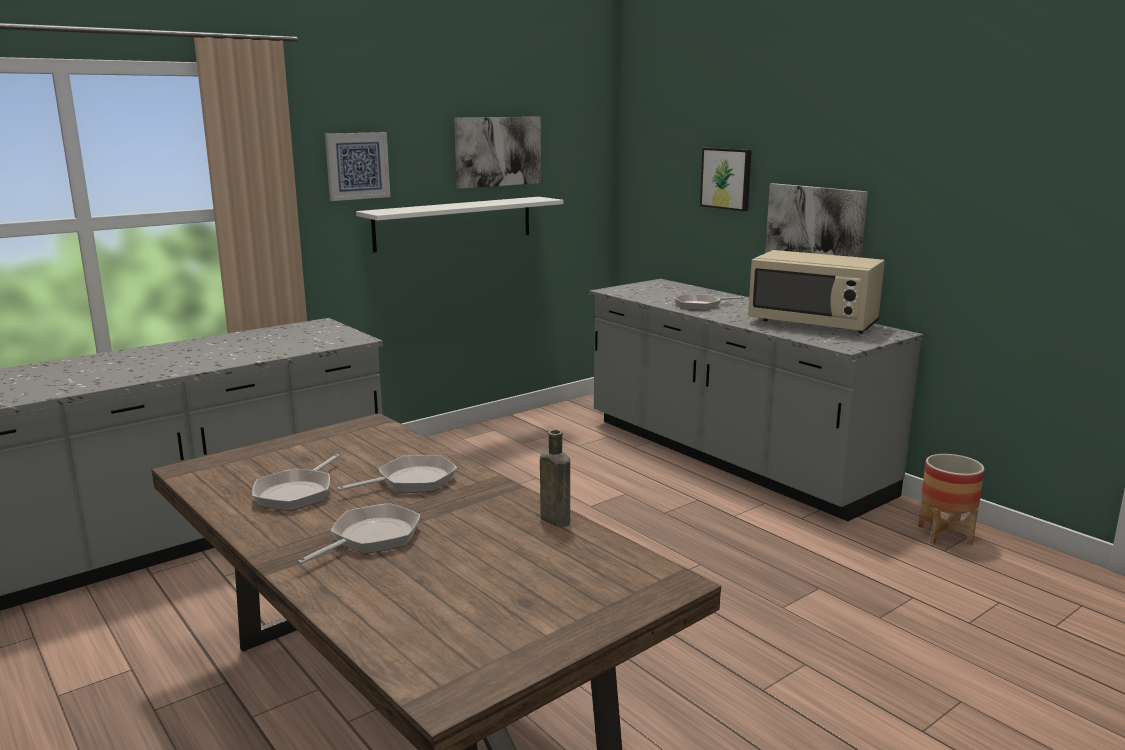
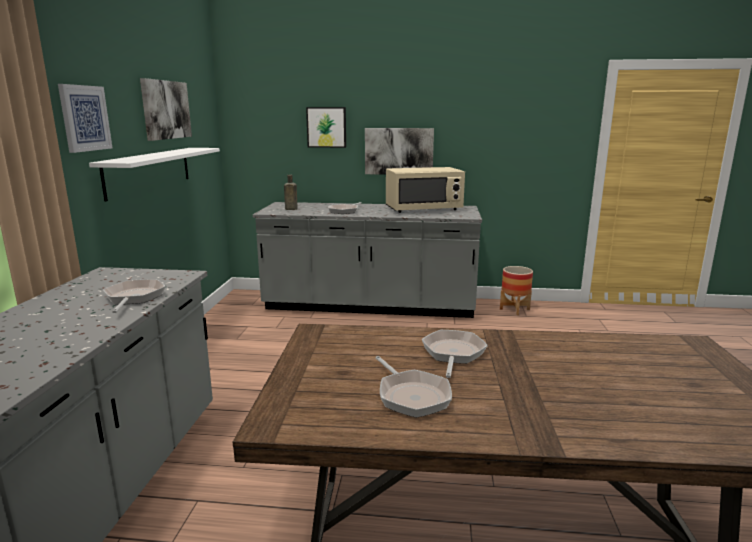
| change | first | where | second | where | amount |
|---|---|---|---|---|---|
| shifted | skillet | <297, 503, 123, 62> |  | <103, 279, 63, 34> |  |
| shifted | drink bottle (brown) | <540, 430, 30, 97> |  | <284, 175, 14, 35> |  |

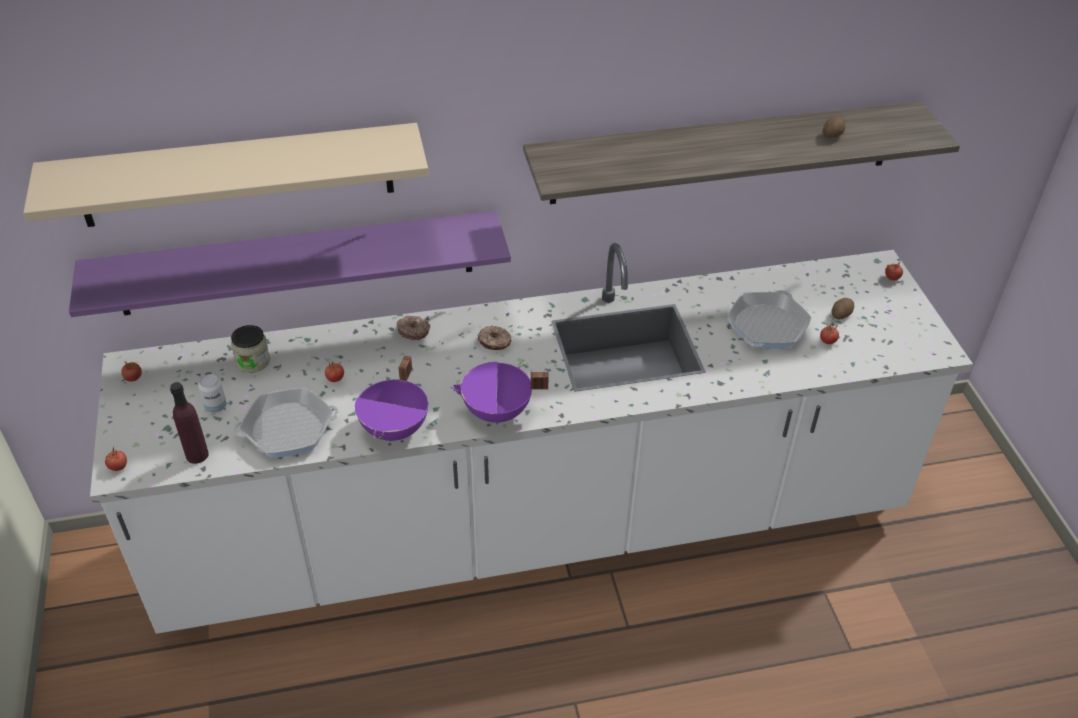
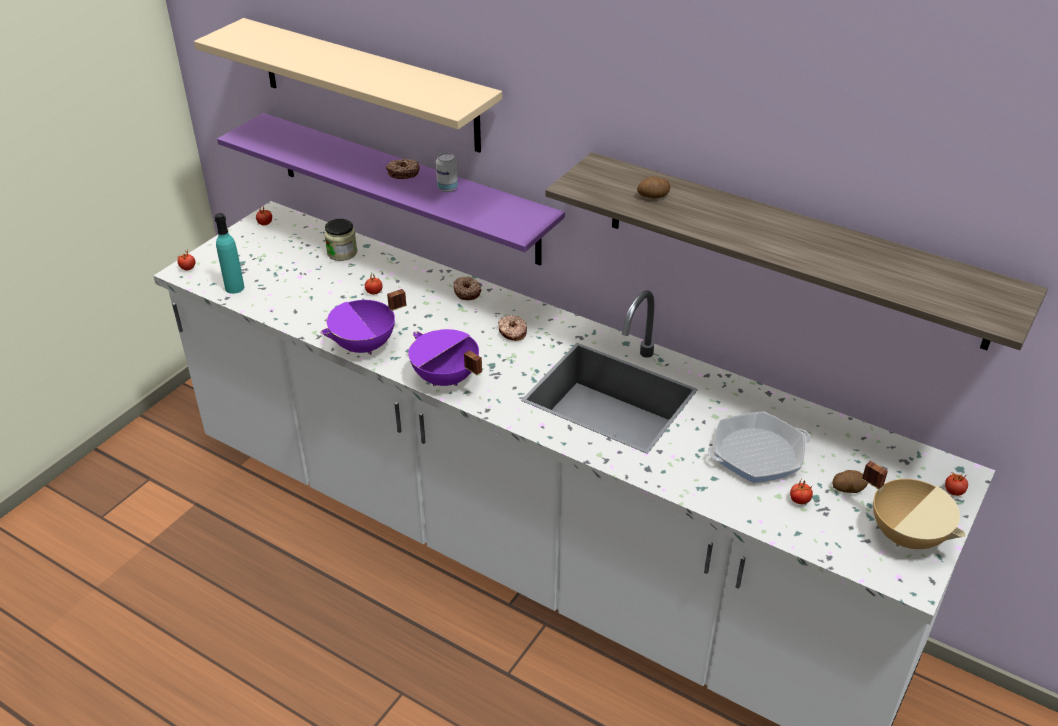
| change | first | where | second | where | amount |
|---|---|---|---|---|---|
| gone | skillet | <233, 387, 106, 71> |  |  |  |
| new |  |  | ring doughnut | <386, 158, 34, 21> |  |
| new |  |  | stockpot (beige-coloured) | <862, 461, 103, 88> |  |
| shifted | can | <198, 374, 29, 39> |  | <436, 153, 22, 39> |  |
| shifted | whole potato | <823, 116, 22, 22> |  | <637, 176, 33, 23> |  |
| repainted | drink bottle (purple) | <170, 382, 39, 82> | drink bottle (turquoise-coloured) | <215, 213, 29, 81> |  |

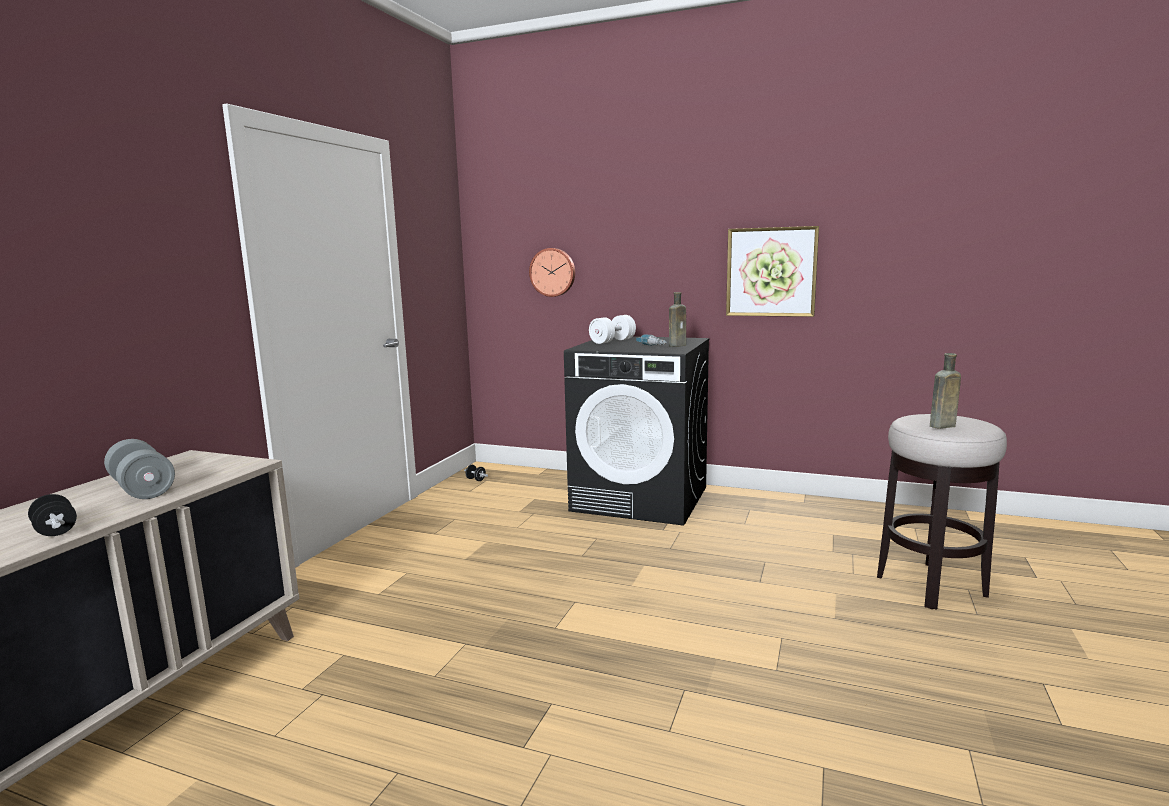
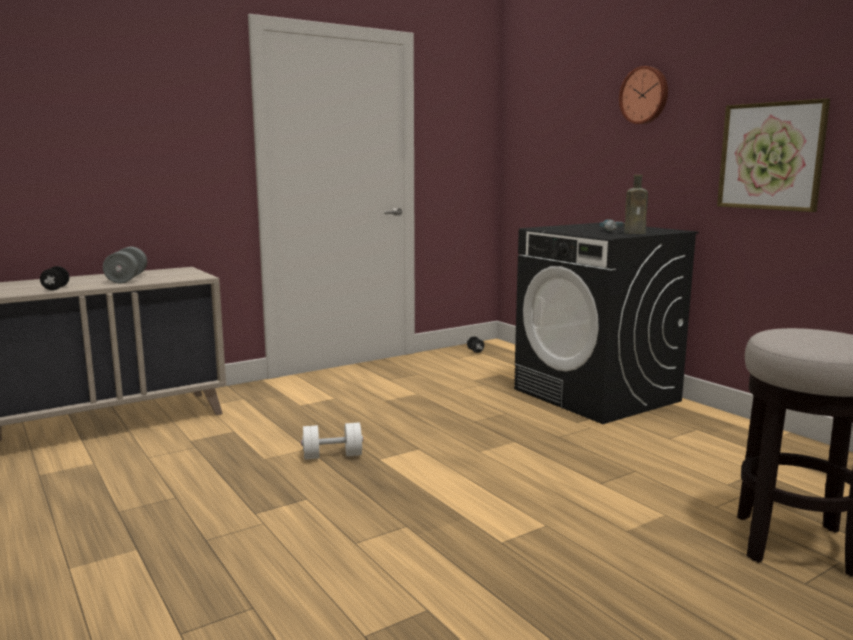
| change | first | where | second | where | amount |
|---|---|---|---|---|---|
| gone | drink bottle (brown) | <930, 353, 31, 76> |  |  |  |
| shifted | clock on the wall | <529, 248, 46, 49> |  | <619, 66, 49, 58> |  |
| shifted | hand weight (white-coloured) | <589, 315, 47, 29> |  | <301, 423, 62, 37> |  |

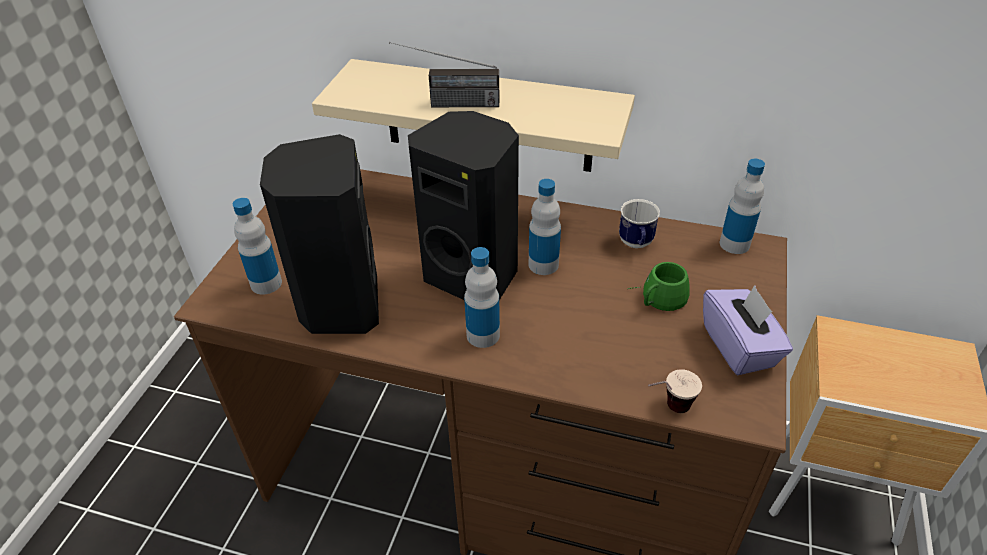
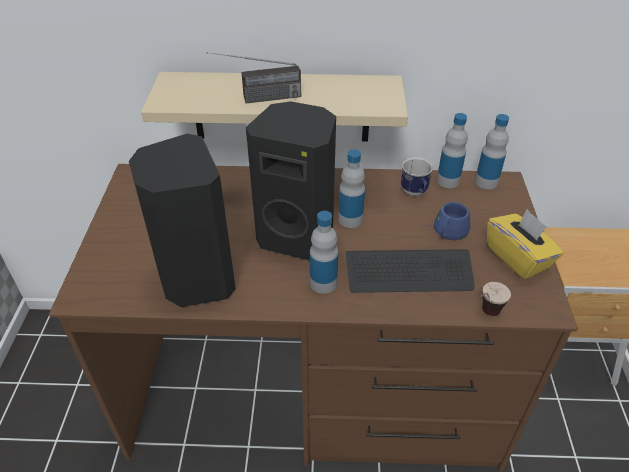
| change | first | where | second | where | amount |
|---|---|---|---|---|---|
| new |  |  | PC keyboard | <346, 249, 129, 44> |  |
| shifted | drink bottle | <233, 198, 49, 97> |  | <437, 113, 31, 75> |  |
| repainted | coffee mug (greenish) | <627, 262, 63, 49> | coffee mug (bluish) | <421, 202, 49, 38> |  |
| repainted | tissue box (purple) | <703, 285, 90, 90> | tissue box (yellow-coloured) | <487, 209, 76, 70> |  |

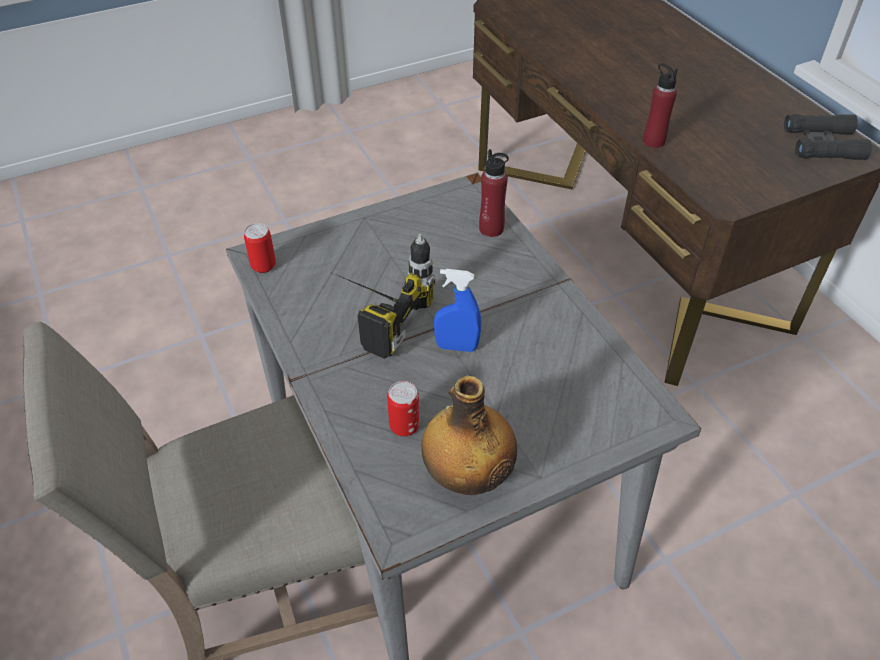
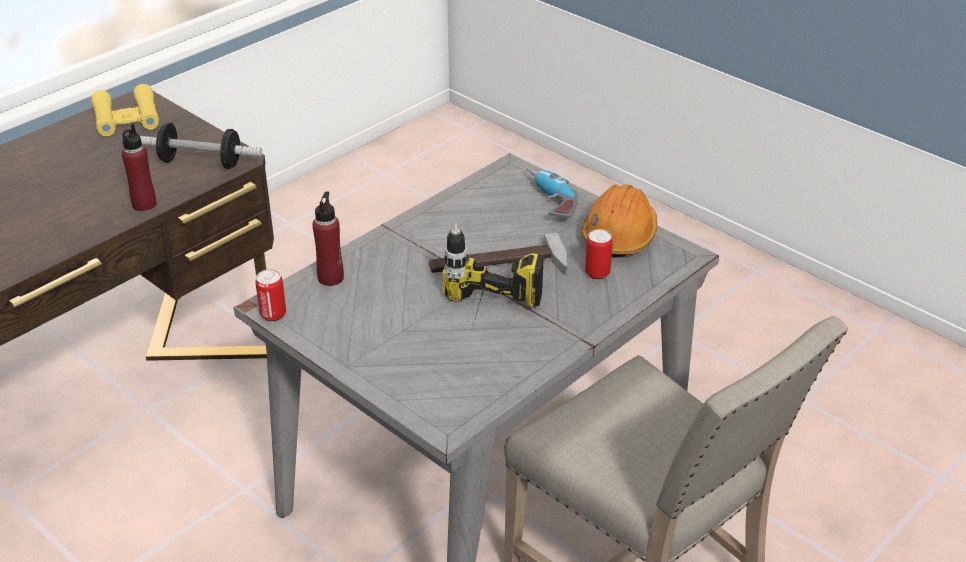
| change | first | where | second | where | amount |
|---|---|---|---|---|---|
| new |  |  | hand weight | <140, 123, 122, 46> |  |
| new |  |  | electric drill | <526, 167, 52, 51> |  |
| shifted | can | <244, 223, 32, 50> |  | <255, 269, 31, 52> |  |
| swapped | drink bottle | <421, 376, 96, 119> | work helmet (orangey) | <582, 184, 76, 73> |  |
| swapped | hand sprayer (bluish) | <434, 269, 47, 83> | hammer | <429, 232, 138, 43> |  |
| repainted | binoculars (black-coloured) | <784, 114, 88, 46> | binoculars (yellow-coloured) | <91, 84, 68, 52> |  |

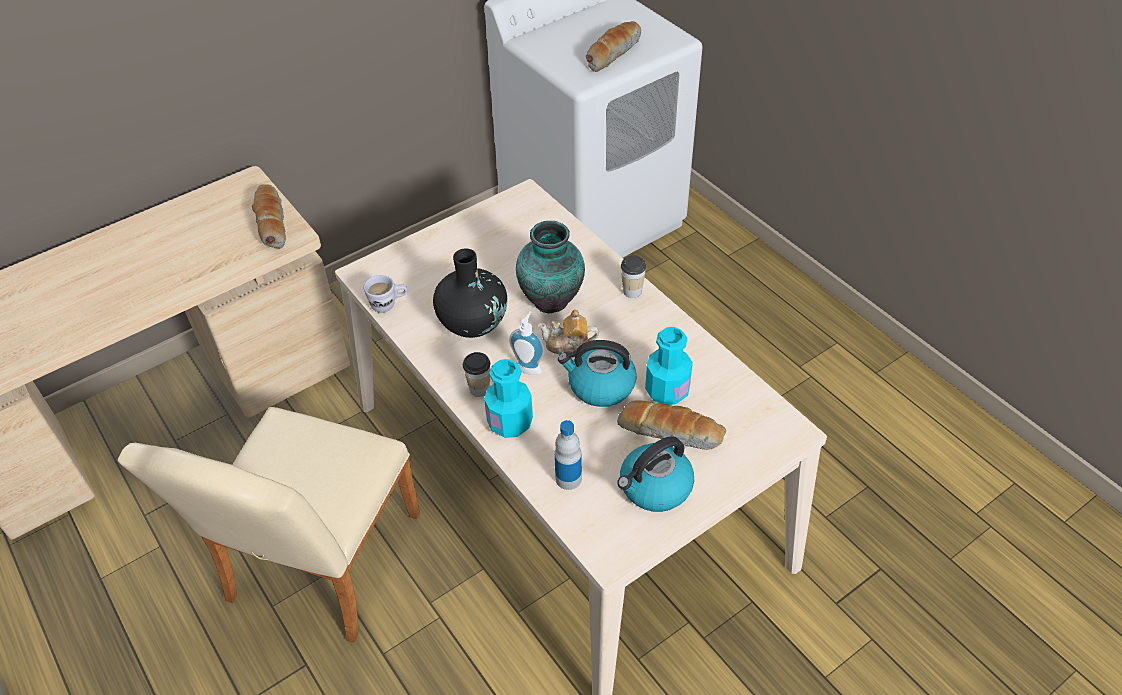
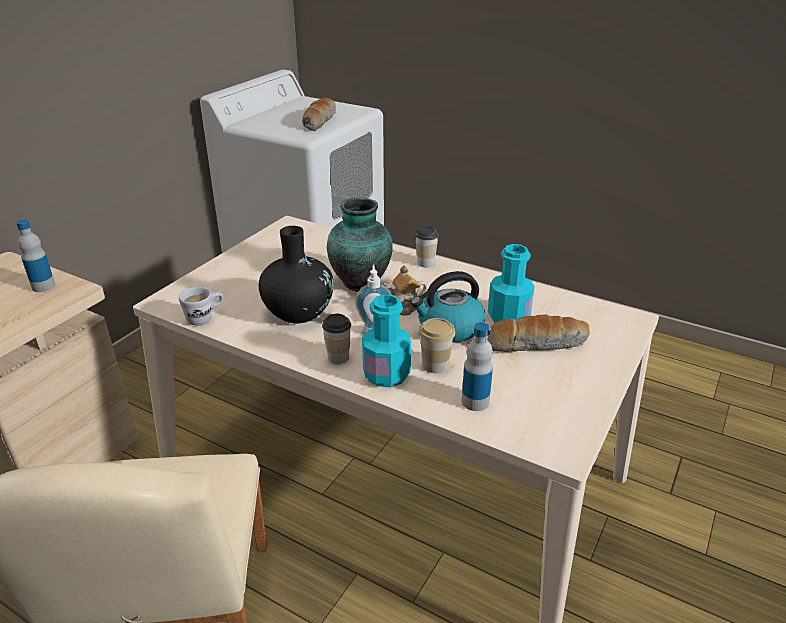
| change | first | where | second | where | amount |
|---|---|---|---|---|---|
| gone | water kettle | <617, 436, 77, 76> |  |  |  |
| new |  |  | cup | <419, 318, 36, 55> |  |
| swapped | bakery bread | <252, 184, 34, 65> | drink bottle | <16, 219, 39, 73> |  |

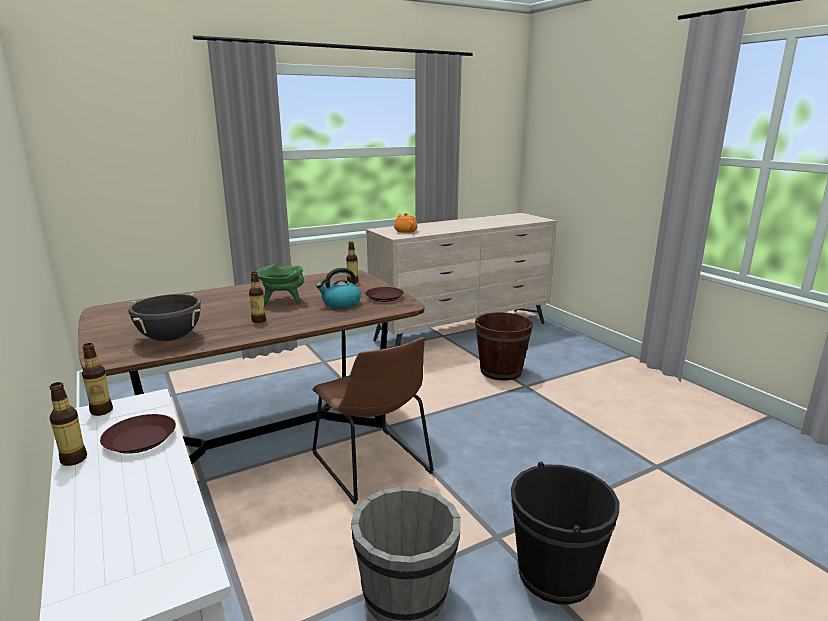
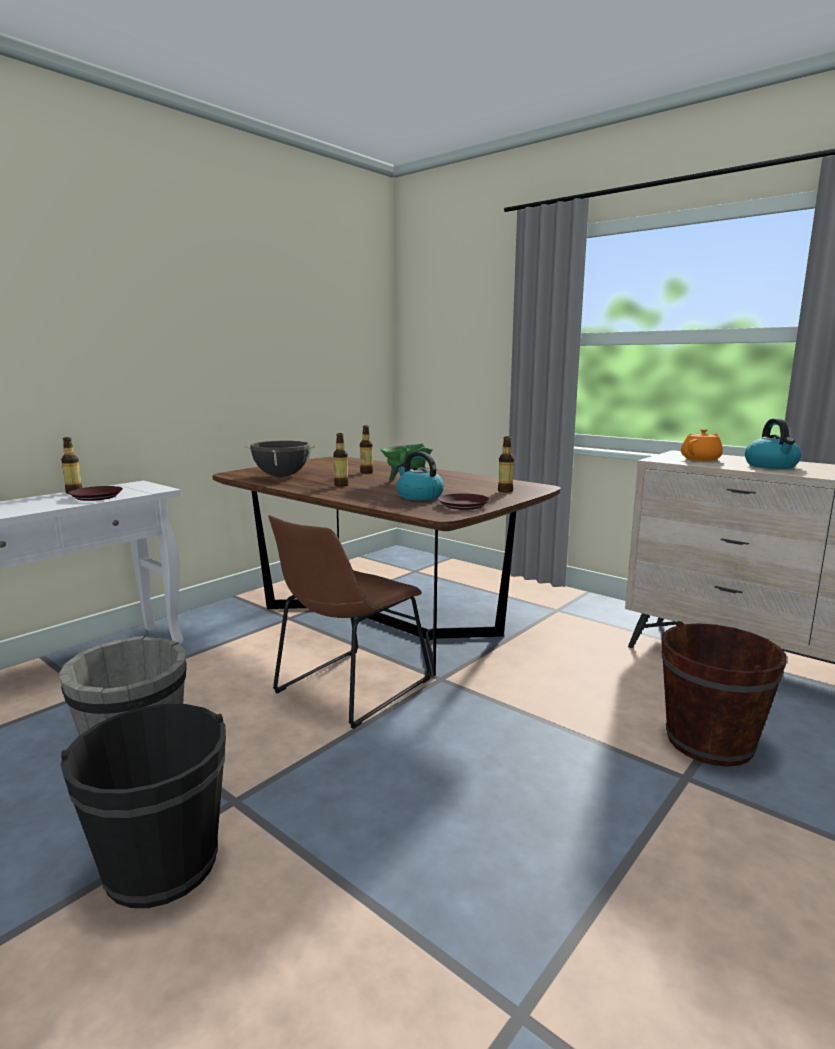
| change | first | where | second | where | amount |
|---|---|---|---|---|---|
| new |  |  | water kettle | <745, 418, 56, 51> |  |
| shifted | drink bottle | <82, 343, 31, 73> |  | <360, 425, 13, 48> |  |

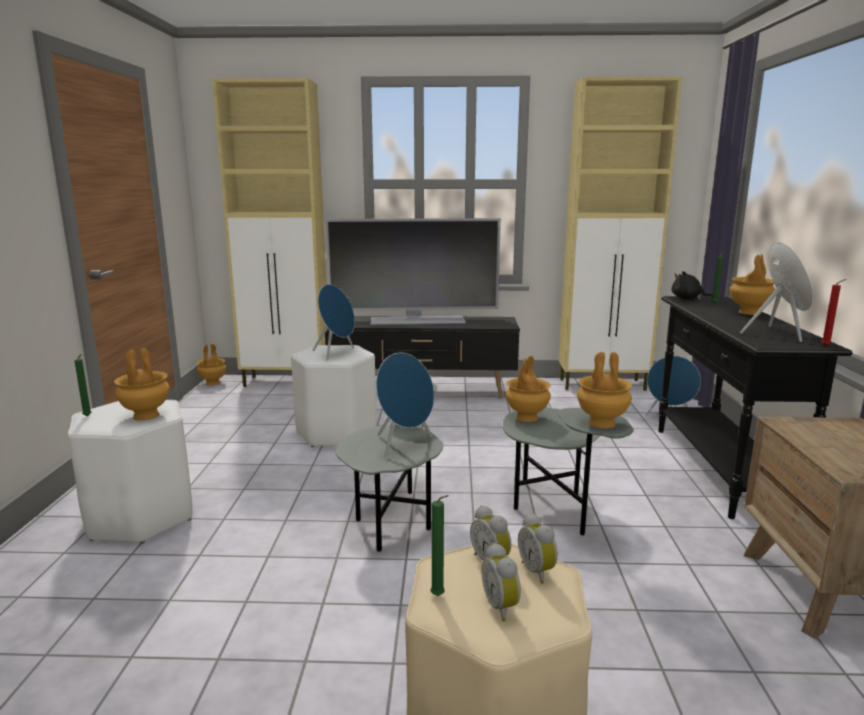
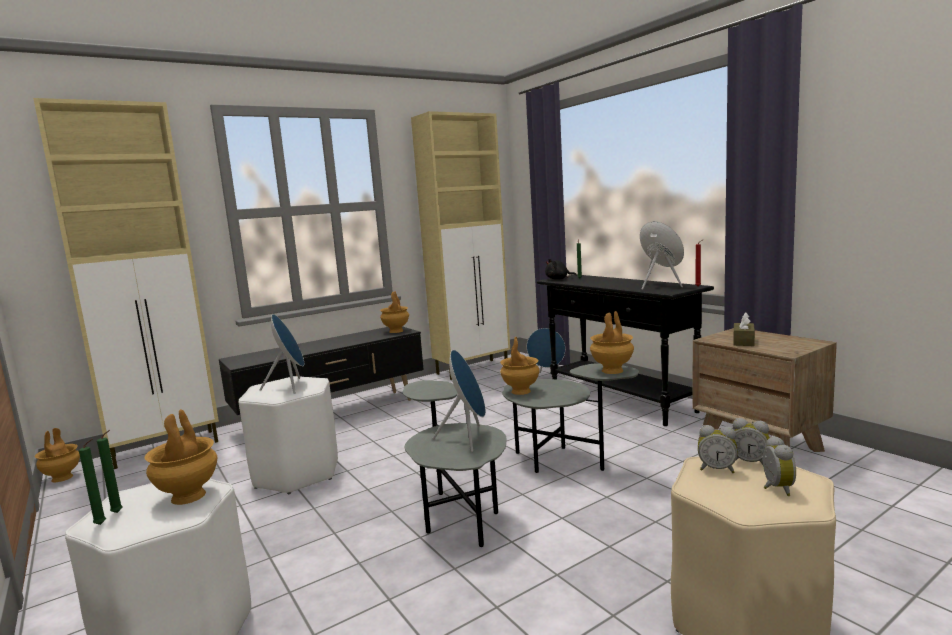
| change | first | where | second | where | amount |
|---|---|---|---|---|---|
| gone | TV | <325, 218, 176, 107> |  |  |  |
| new |  |  | tissue box (brown) | <733, 313, 22, 33> |  |
| shifted | candle (greenish) | <431, 495, 18, 101> |  | <97, 430, 26, 83> |  |
| shifted | flower vase (brown) | <730, 254, 45, 61> |  | <380, 291, 29, 42> |  |
| rotated | bedside clock | <481, 543, 40, 79> |  | <763, 436, 33, 60> | 120 degrees counterclockwise |

